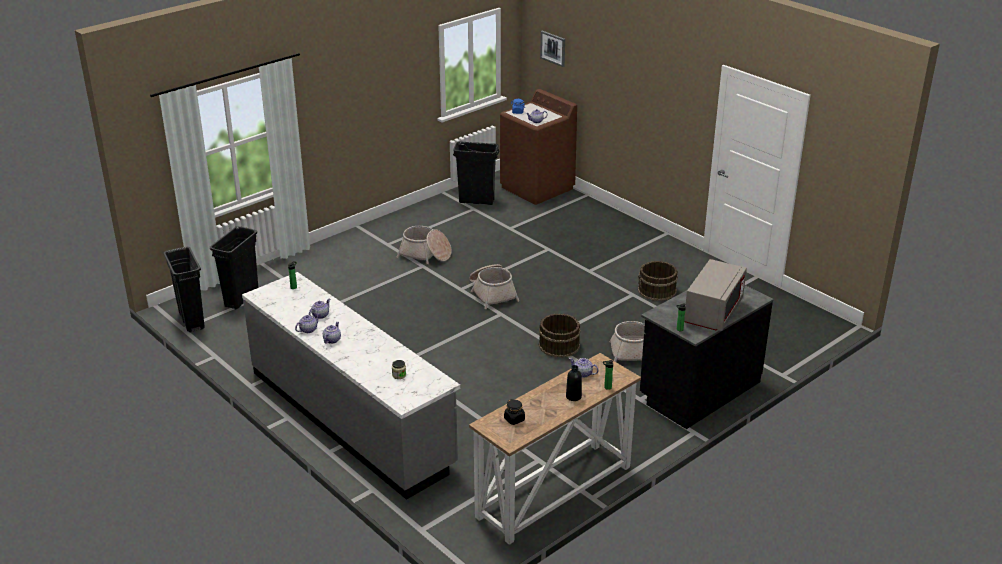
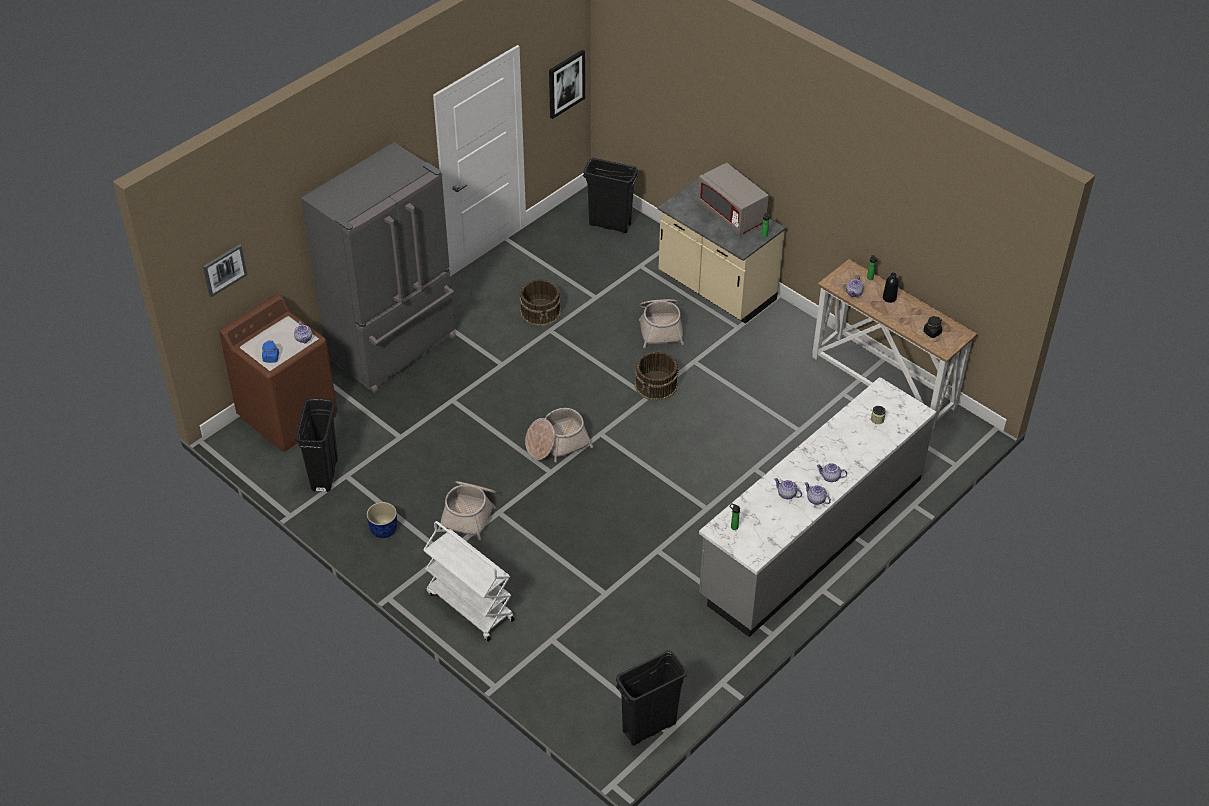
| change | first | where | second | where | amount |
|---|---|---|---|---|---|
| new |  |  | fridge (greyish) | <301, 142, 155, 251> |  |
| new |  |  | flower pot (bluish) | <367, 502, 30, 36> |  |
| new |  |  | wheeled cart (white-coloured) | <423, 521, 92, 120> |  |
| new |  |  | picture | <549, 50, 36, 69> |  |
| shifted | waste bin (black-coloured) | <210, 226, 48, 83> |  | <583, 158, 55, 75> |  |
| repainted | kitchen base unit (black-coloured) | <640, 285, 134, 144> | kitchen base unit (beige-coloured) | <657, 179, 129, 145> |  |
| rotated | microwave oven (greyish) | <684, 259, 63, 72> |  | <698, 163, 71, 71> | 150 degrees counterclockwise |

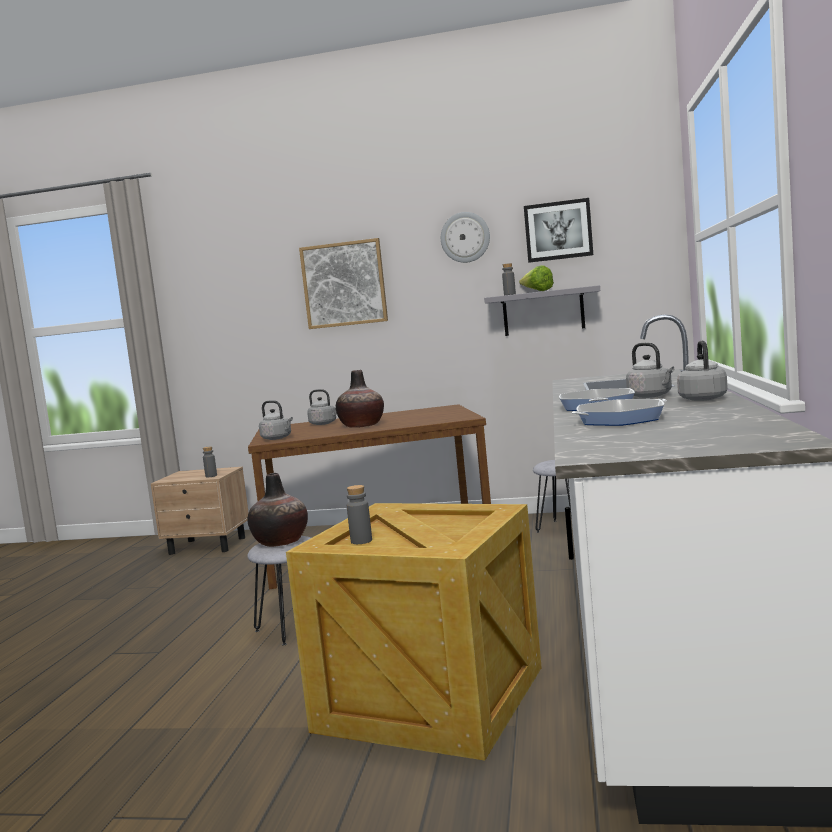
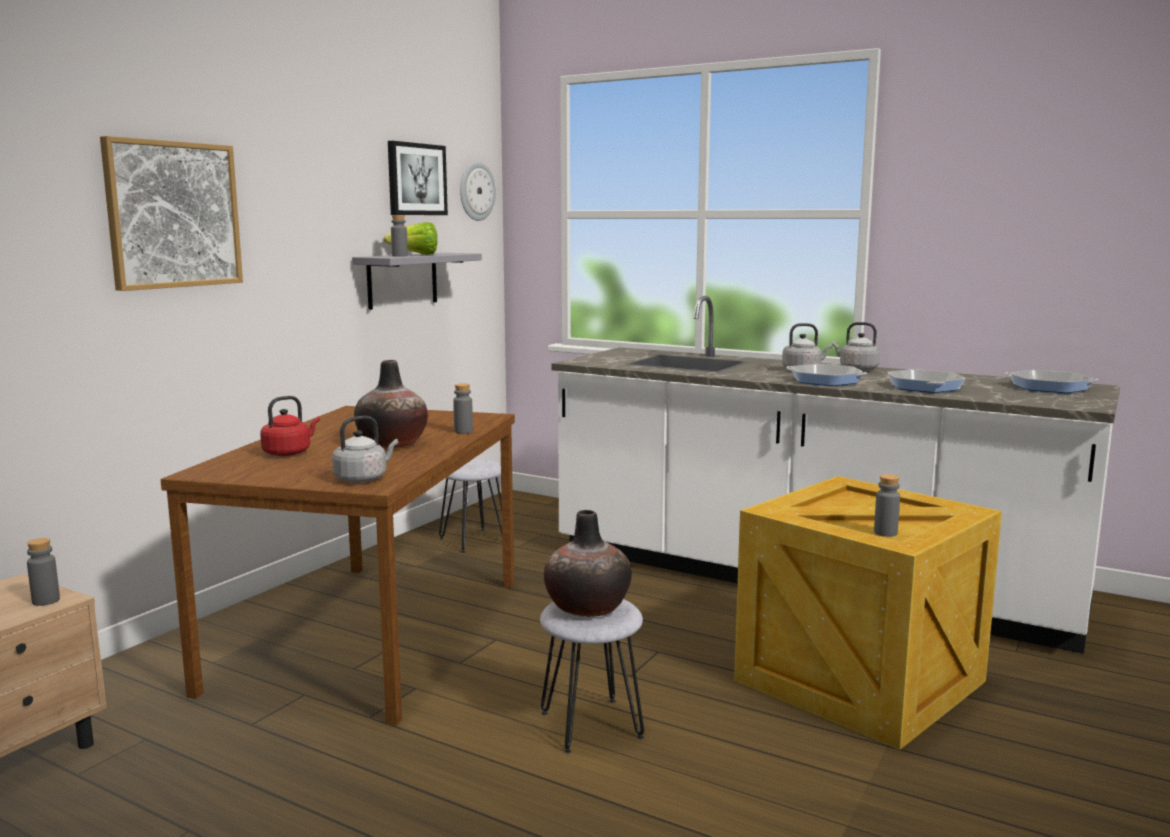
| change | first | where | second | where | amount |
|---|---|---|---|---|---|
| new |  |  | drink bottle (greyish) | <453, 383, 20, 51> |  |
| new |  |  | skillet | <1005, 370, 93, 23> |  |
| shifted | clock on the wall | <441, 212, 49, 51> |  | <460, 161, 36, 60> |  |
| repainted | water kettle (greyish) | <307, 389, 30, 36> | water kettle (reddish) | <260, 396, 60, 60> |  |

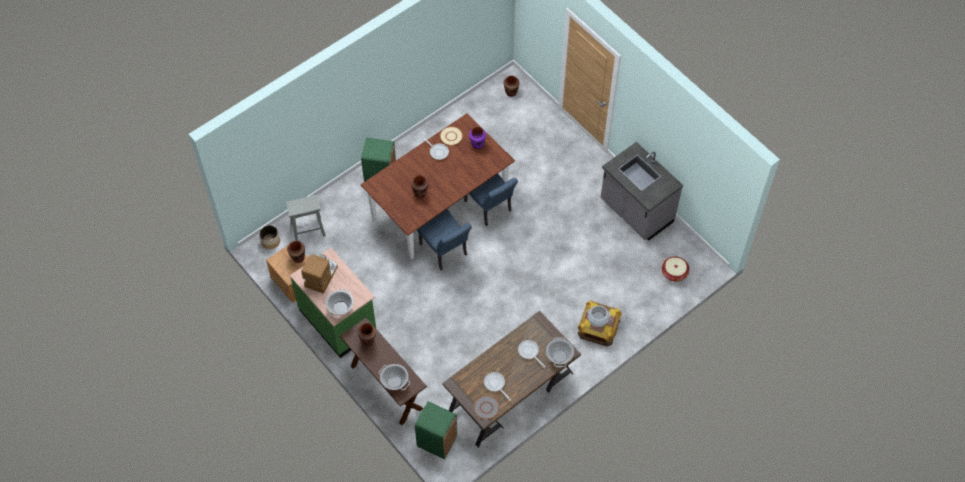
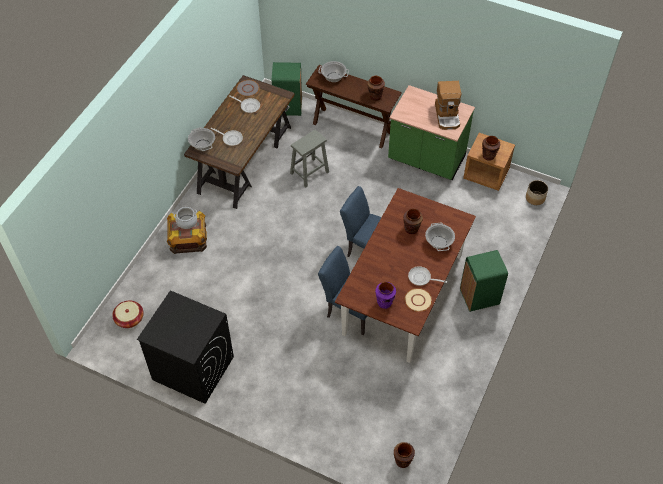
| change | first | where | second | where | amount |
|---|---|---|---|---|---|
| shifted | stool (greyish) | <286, 195, 40, 46> |  | <290, 129, 39, 59> |  |
| shifted | stockpot | <326, 288, 28, 30> |  | <425, 223, 30, 28> |  |
| swapped | kitchen base unit (greyish) | <601, 142, 82, 99> | washing machine (black-coloured) | <137, 290, 97, 114> |  |

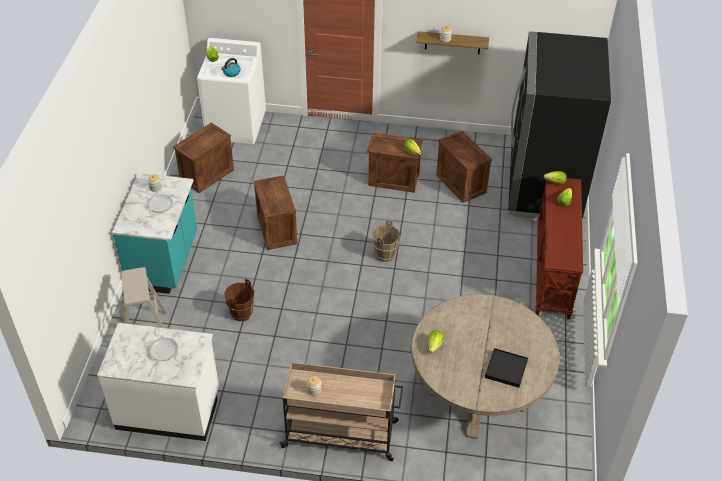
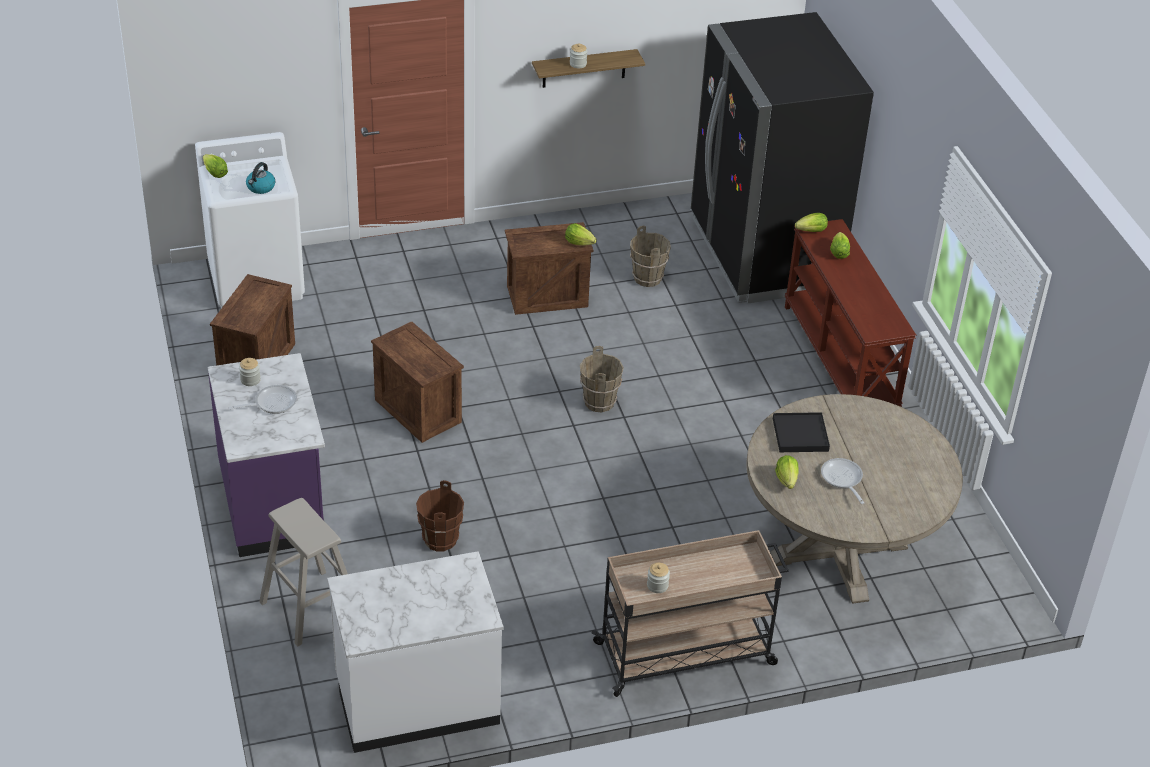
| change | first | where | second | where | amount |
|---|---|---|---|---|---|
| shifted | skillet | <149, 338, 29, 38> |  | <821, 458, 43, 46> |  |
| shifted | serving tray (black-coloured) | <485, 348, 43, 40> |  | <773, 412, 57, 40> |  |
| swapped | packing crate | <436, 131, 56, 72> | water bucket (brown) | <630, 226, 41, 61> |  |
| repainted | kitchen base unit (turquoise-coloured) | <112, 173, 85, 121> | kitchen base unit (purple) | <208, 353, 117, 204> |  |

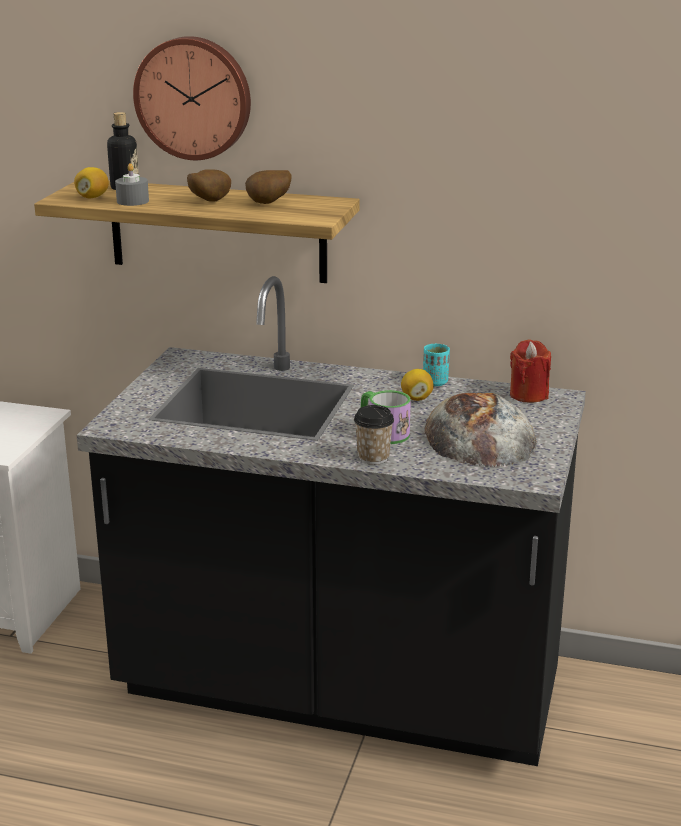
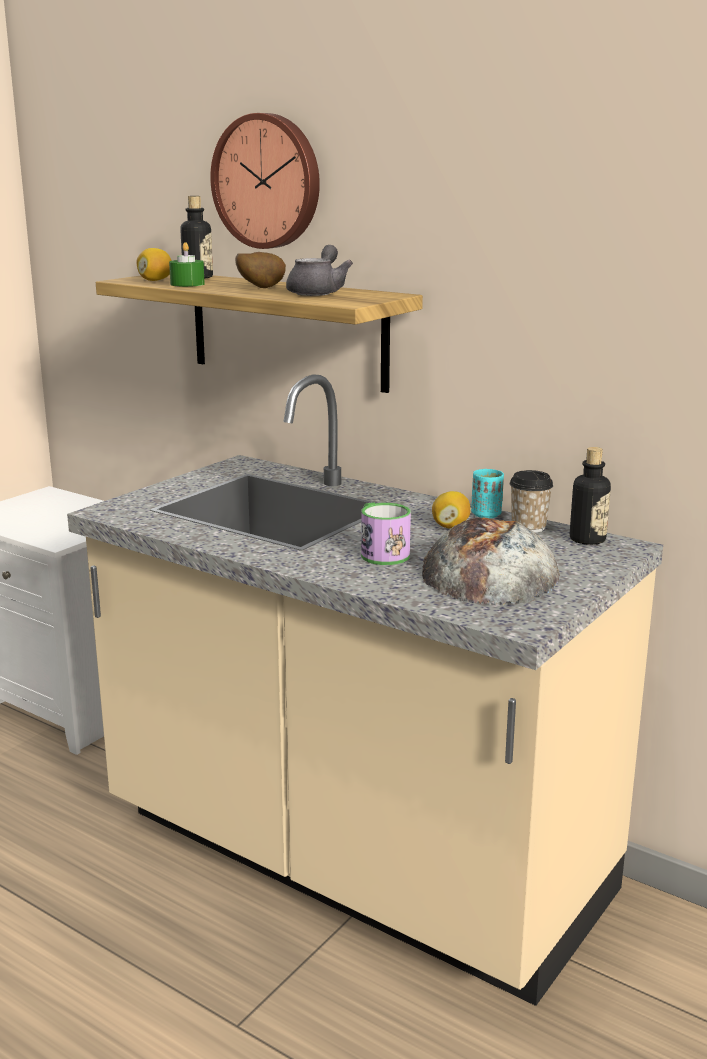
| change | first | where | second | where | amount |
|---|---|---|---|---|---|
| shifted | cup | <354, 405, 40, 60> |  | <509, 470, 44, 63> |  |
| swapped | whole potato | <245, 170, 47, 34> | tea pot (greyish) | <286, 245, 67, 51> |  |
| swapped | candle (reddish) | <510, 339, 41, 64> | drink bottle | <570, 447, 41, 98> |  |
| repainted | kitchen base unit (black-coloured) | <77, 276, 509, 490> | kitchen base unit (beige-coloured) | <67, 374, 596, 632> |  |
| repainted | candle (greyish) | <115, 163, 34, 43> | candle (greenish) | <169, 242, 36, 45> |  |

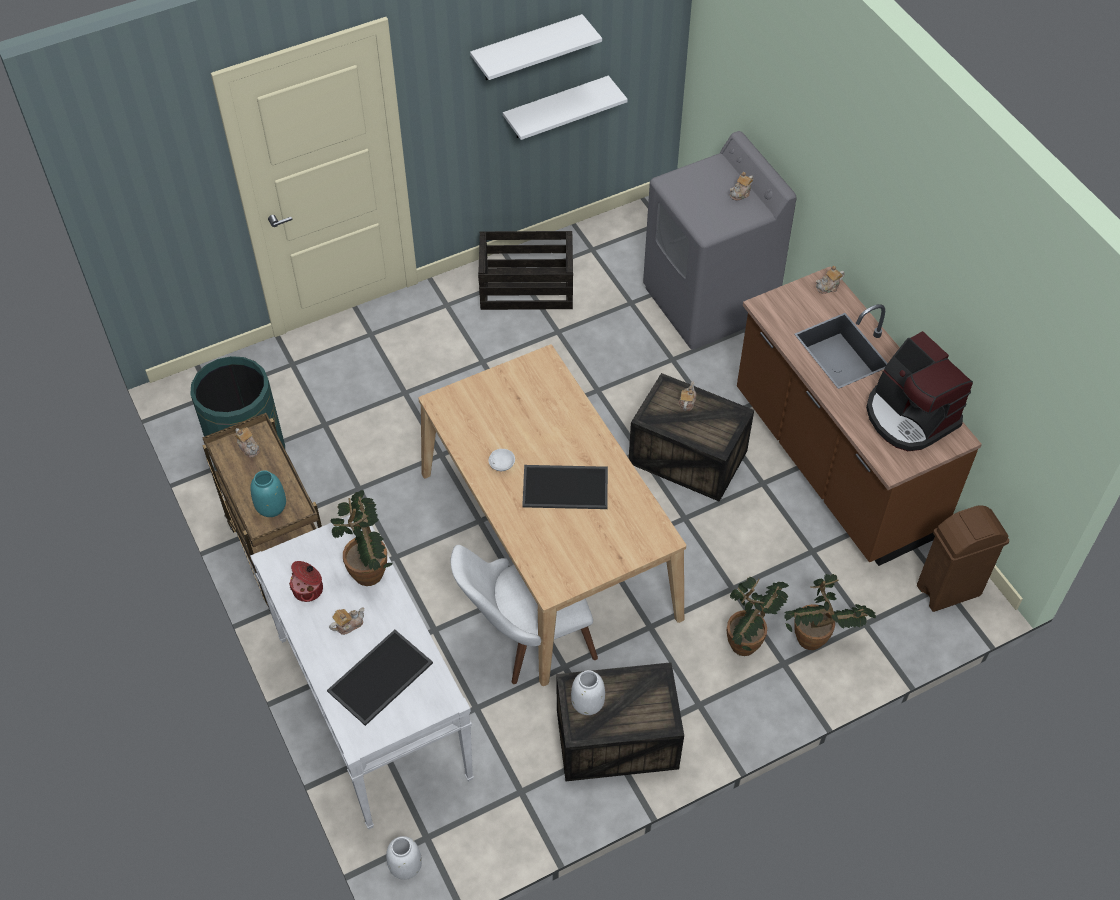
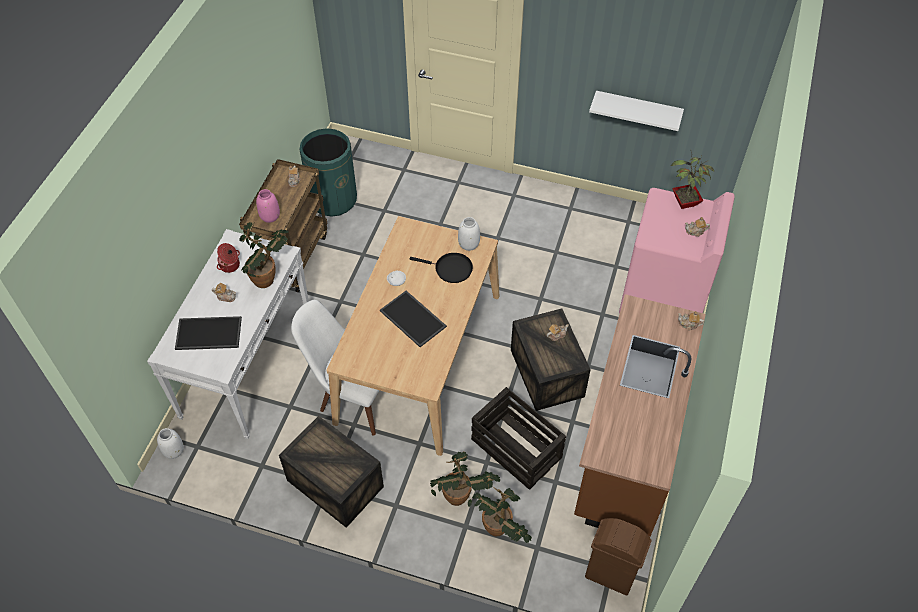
| change | first | where | second | where | amount |
|---|---|---|---|---|---|
| gone | wall shelf (white-coloured) | <470, 14, 132, 66> |  |  |  |
| gone | coffee machine | <866, 331, 107, 120> |  |  |  |
| new |  |  | skillet (black-coloured) | <410, 253, 63, 30> |  |
| new |  |  | plant in a pot | <671, 151, 43, 58> |  |
| shifted | packing crate | <478, 231, 95, 79> |  | <471, 387, 95, 102> |  |
| shifted | flower vase (white-coloured) | <571, 670, 34, 45> |  | <458, 217, 22, 34> |  |
| repainted | flower vase (turquoise-coloured) | <251, 470, 35, 47> | flower vase (pink) | <256, 189, 24, 34> |  |
| repainted | washing machine (greyish) | <643, 131, 154, 219> | washing machine (pink) | <619, 188, 116, 126> |  |

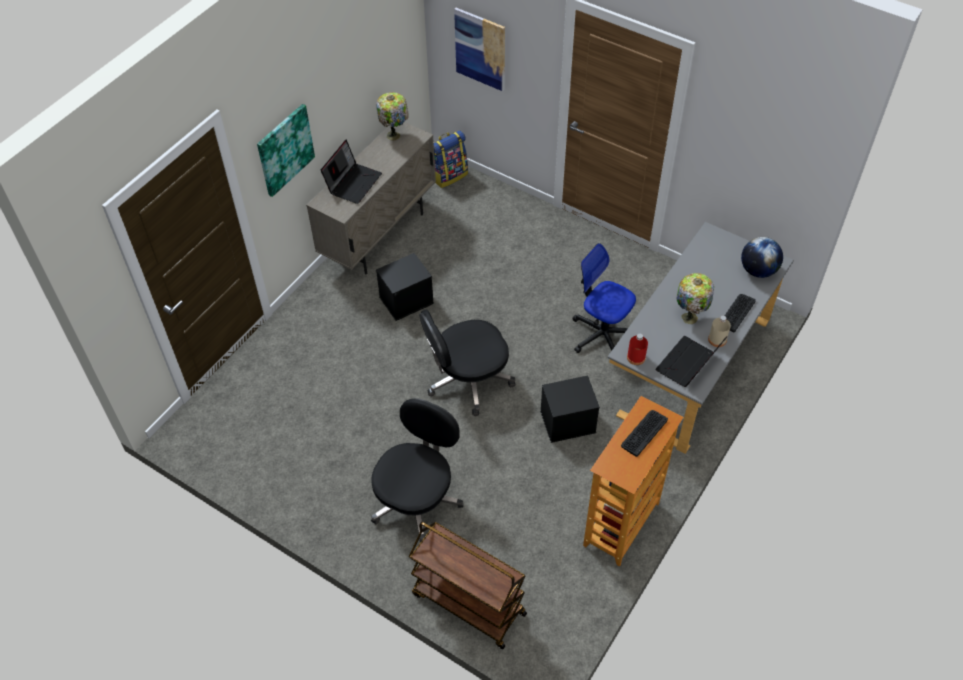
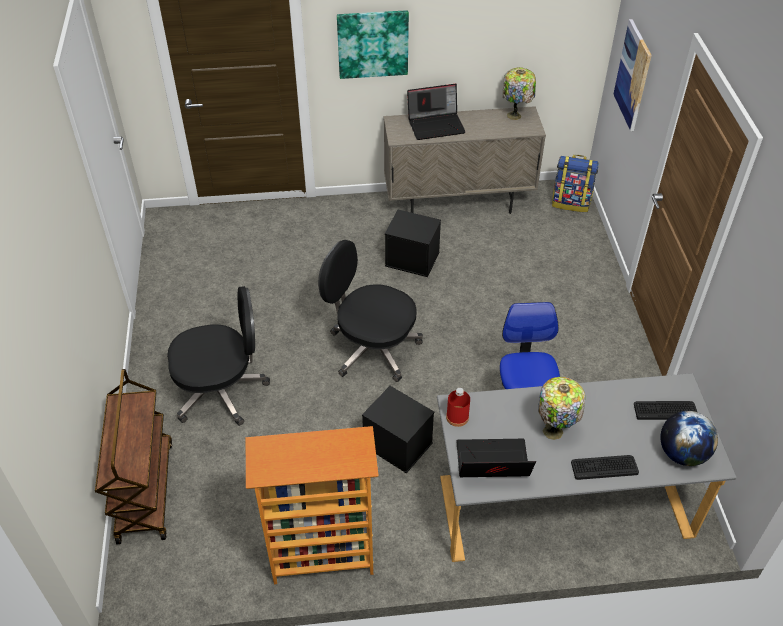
| change | first | where | second | where | amount |
|---|---|---|---|---|---|
| gone | drink bottle (beige-coloured) | <708, 316, 23, 31> |  |  |  |
| shifted | PC keyboard | <621, 410, 47, 47> |  | <634, 401, 63, 19> |  |

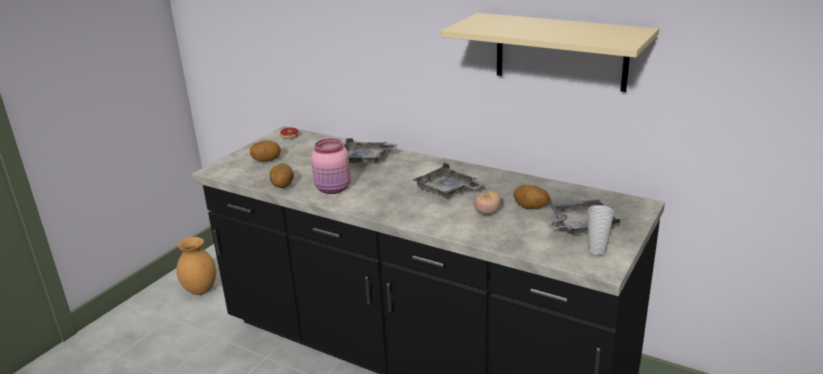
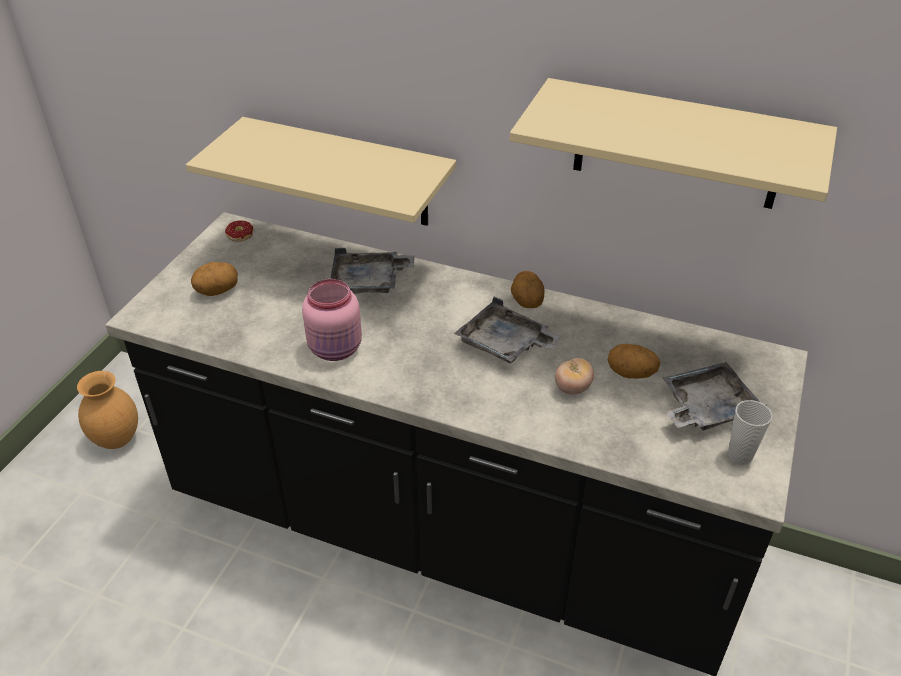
| change | first | where | second | where | amount |
|---|---|---|---|---|---|
| new |  |  | wall shelf (beige-coloured) | <186, 117, 270, 109> |  |
| shifted | whole potato | <269, 164, 25, 24> |  | <511, 271, 34, 37> |  |

